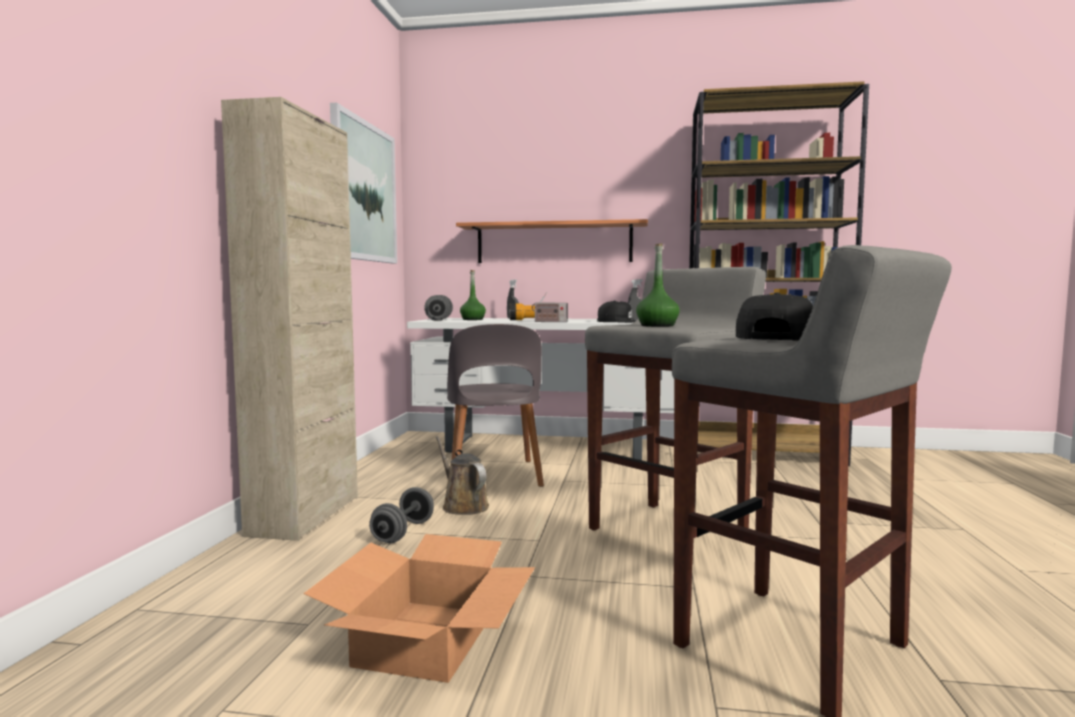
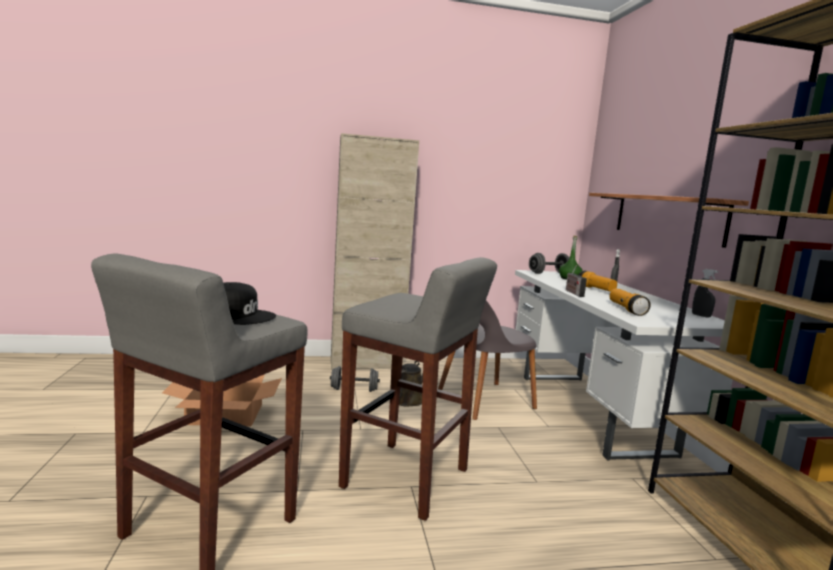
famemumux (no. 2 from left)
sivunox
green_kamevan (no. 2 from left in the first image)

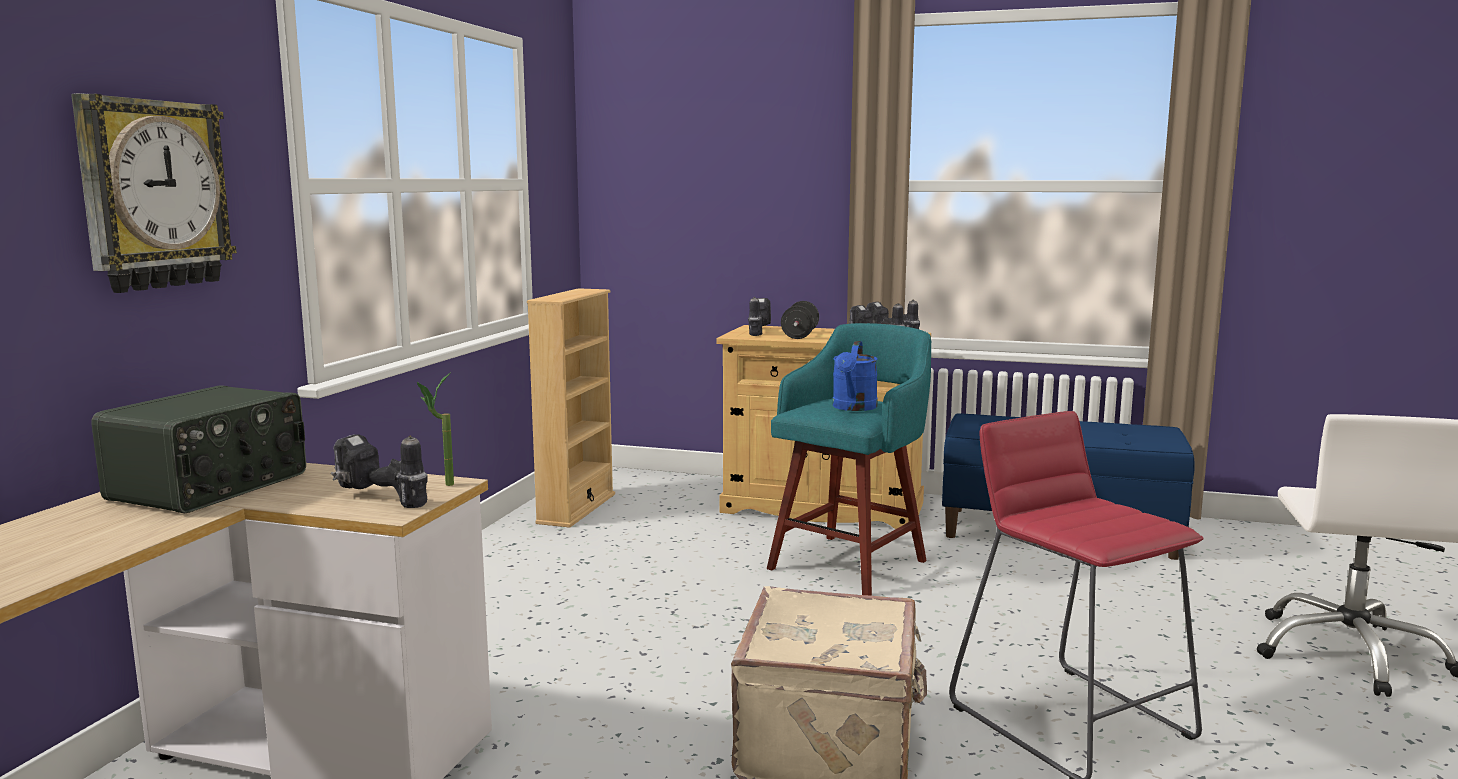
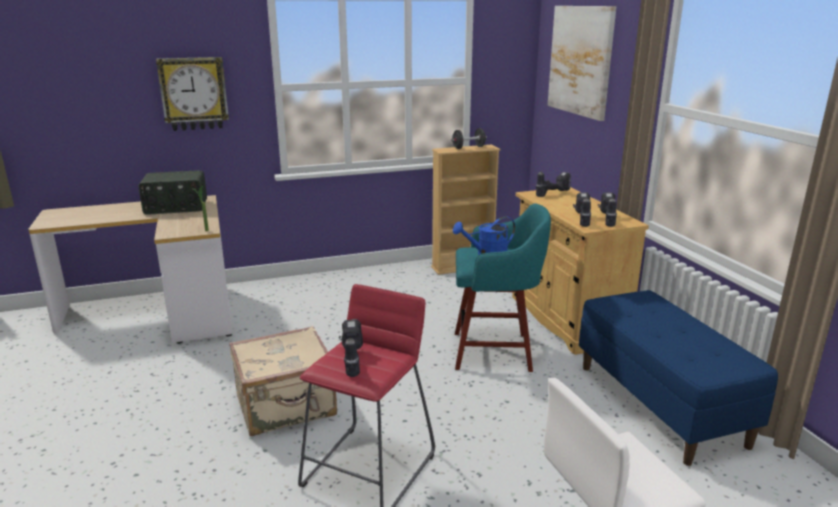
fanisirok (no. 1 from left)
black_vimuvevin
sivunox

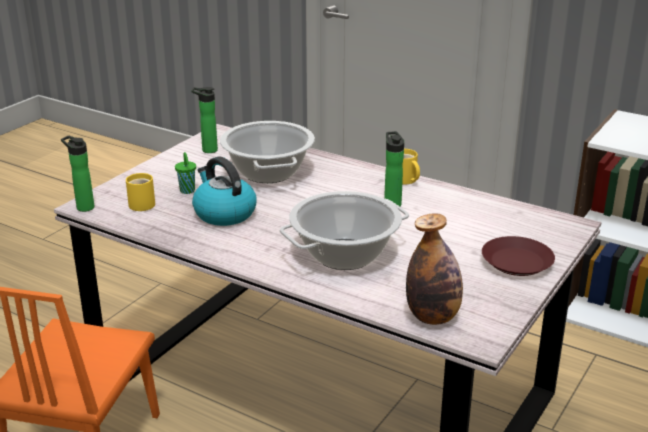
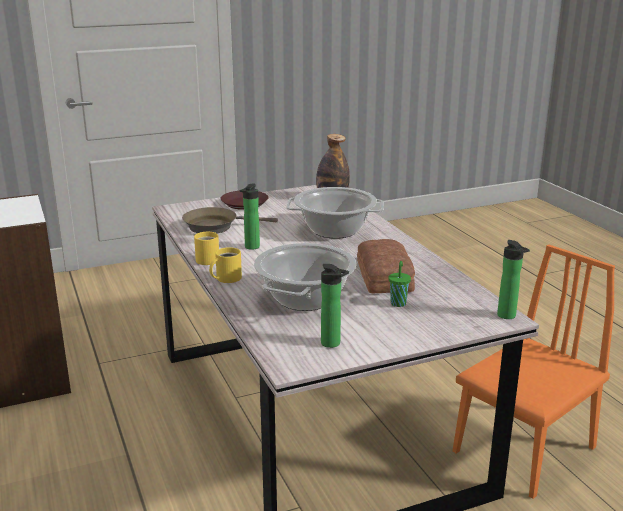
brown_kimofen
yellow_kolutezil (no. 2 from left)
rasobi

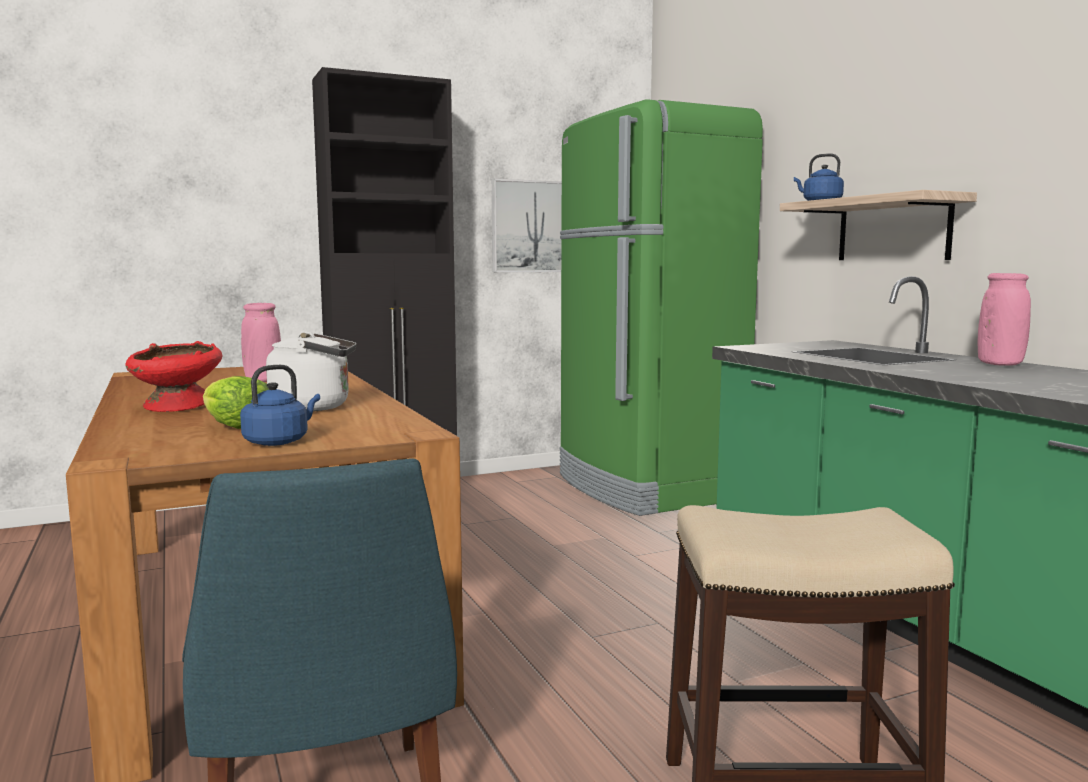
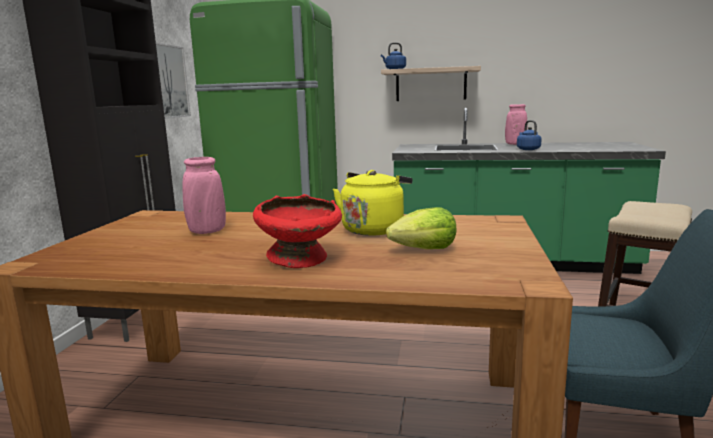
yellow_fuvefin
blue_fuvefin (no. 2 from left)

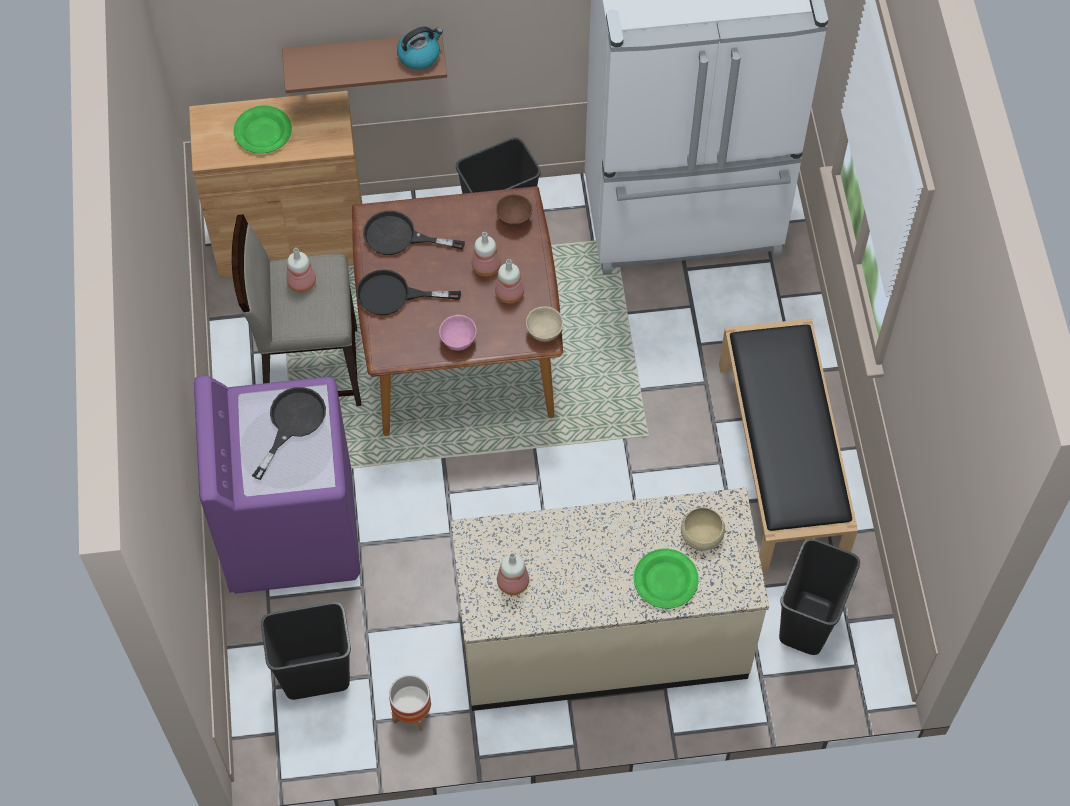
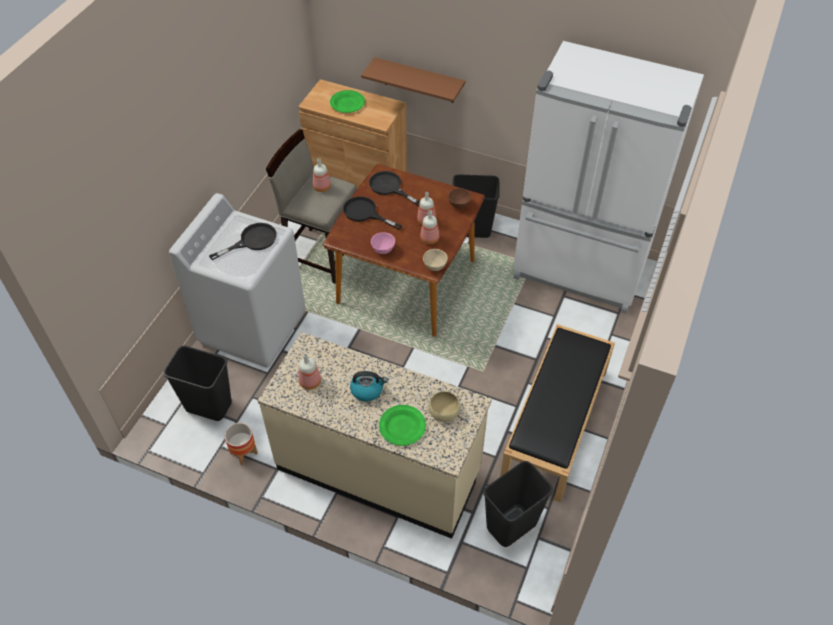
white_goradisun
fuvefin

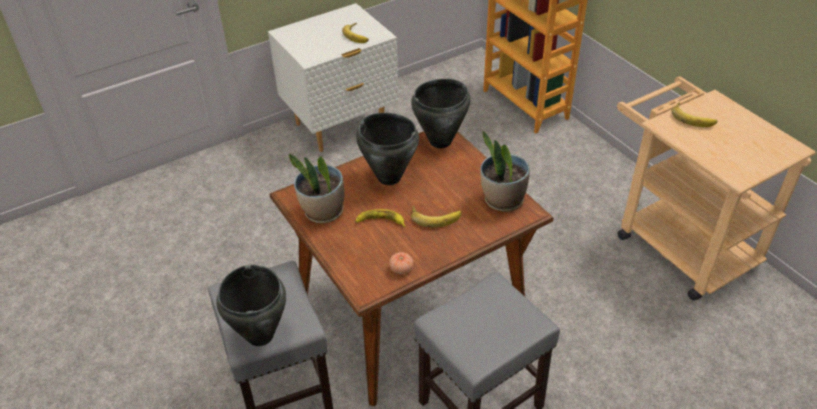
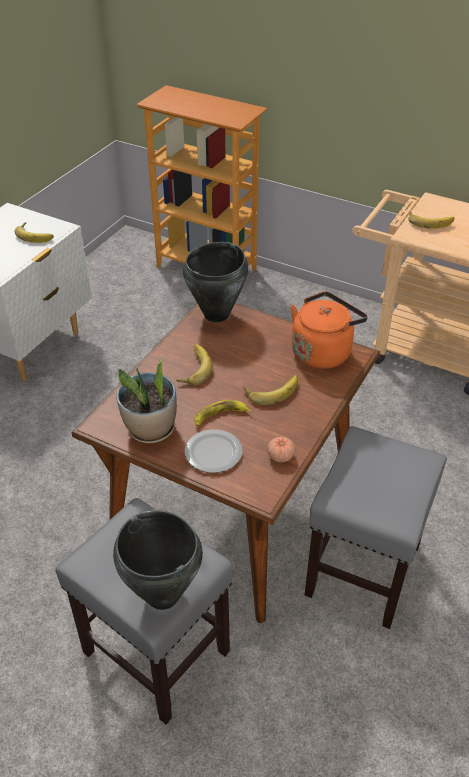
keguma (no. 2 from left)
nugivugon
orange_fuvefin

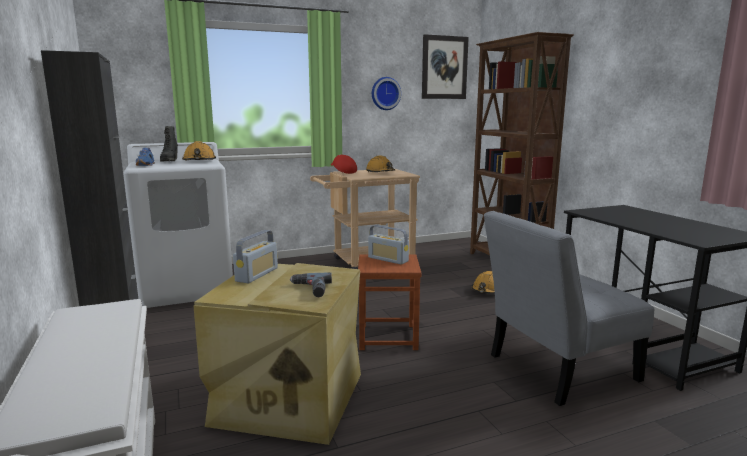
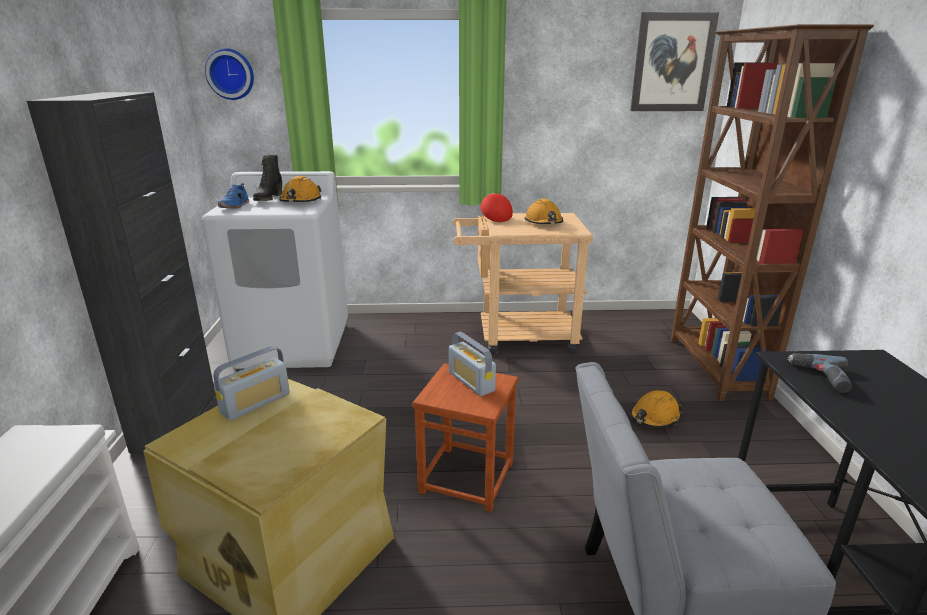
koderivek
fanisirok

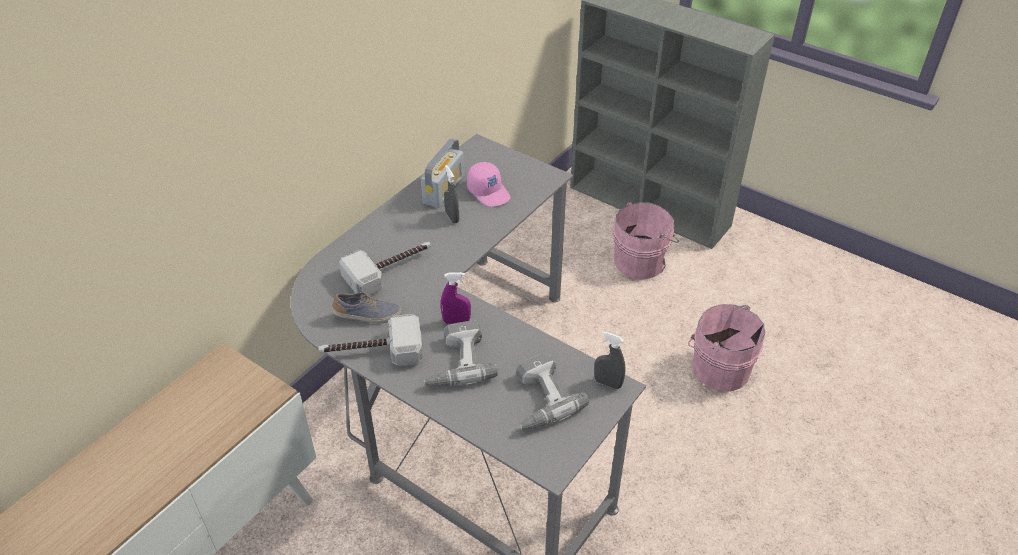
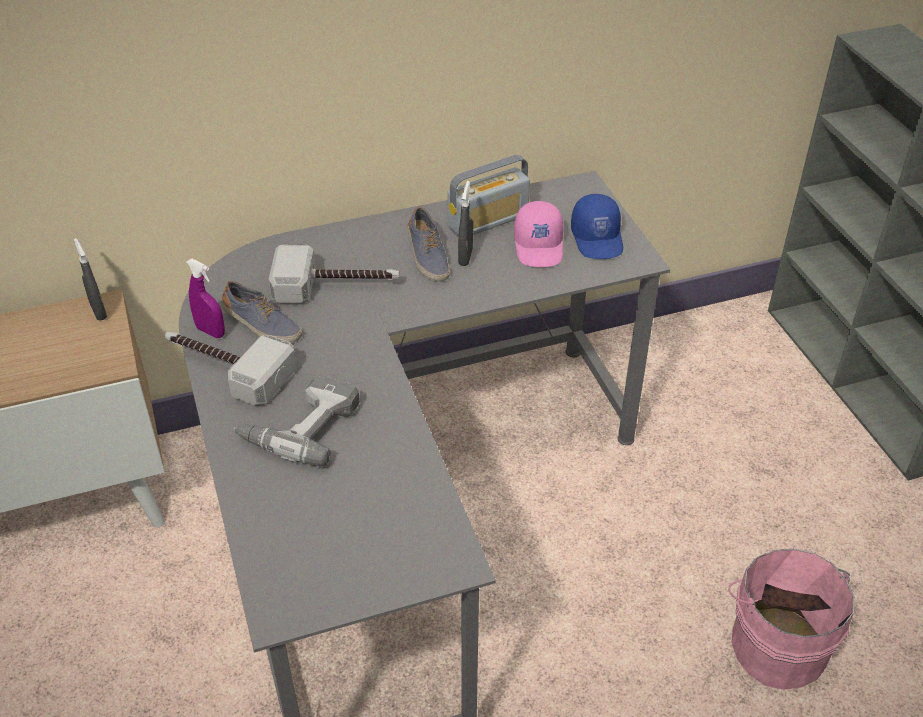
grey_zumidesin (no. 1 from left)
purple_zumidesin
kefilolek (no. 2 from left)
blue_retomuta
fanisirok (no. 2 from left in the first image)
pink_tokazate (no. 1 from left in the first image)

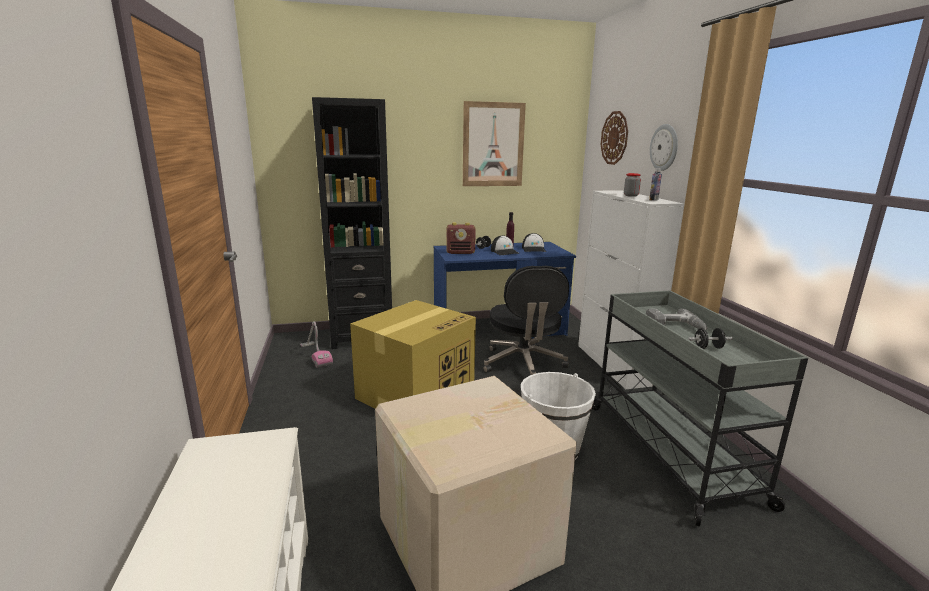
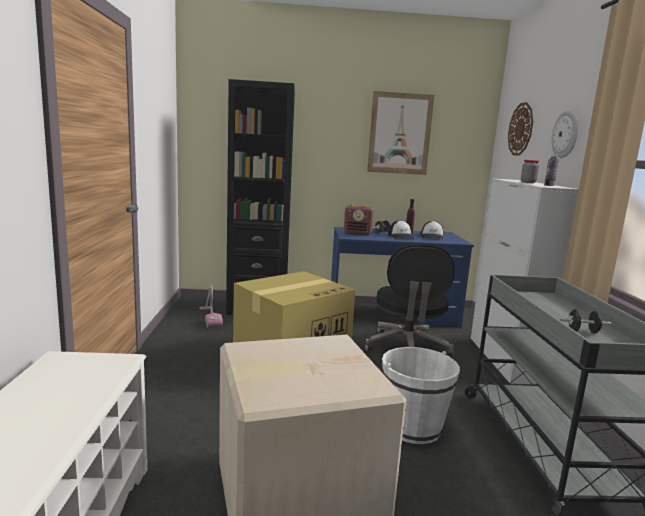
fanisirok

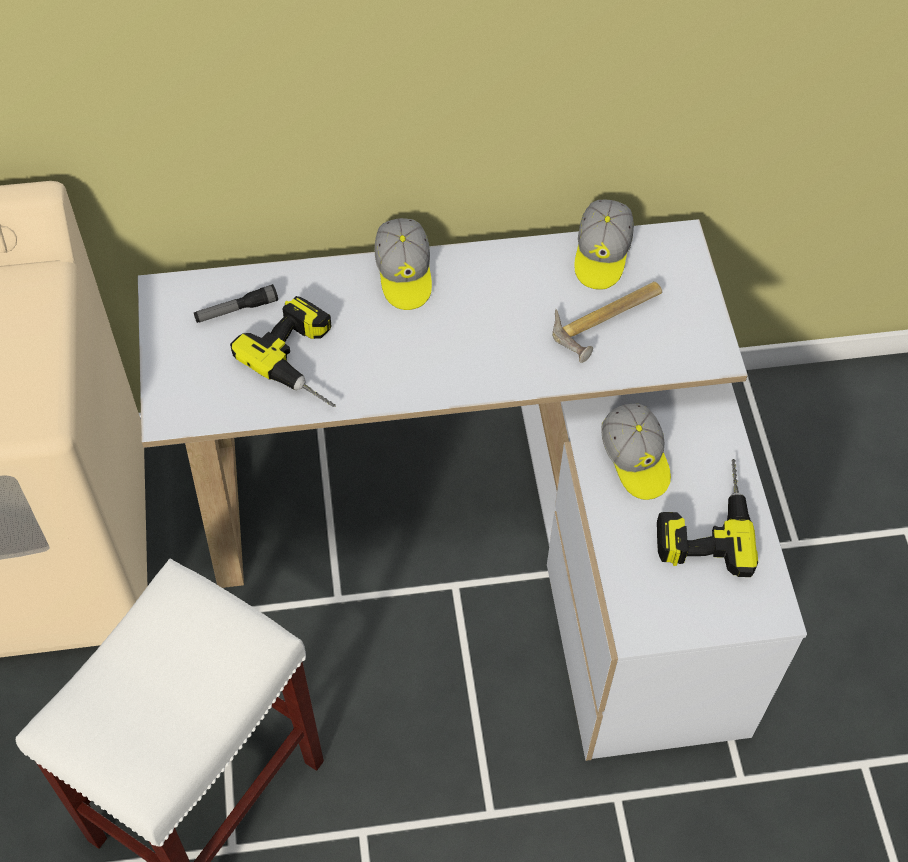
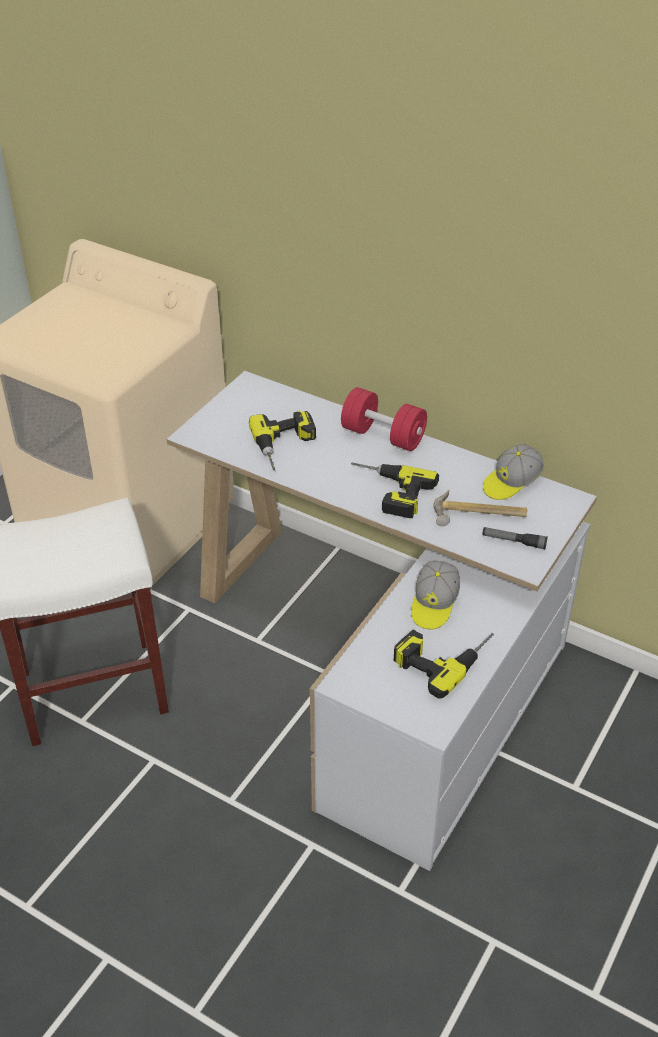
red_vimuvevin
fanisirok (no. 2 from left)
famemumux

